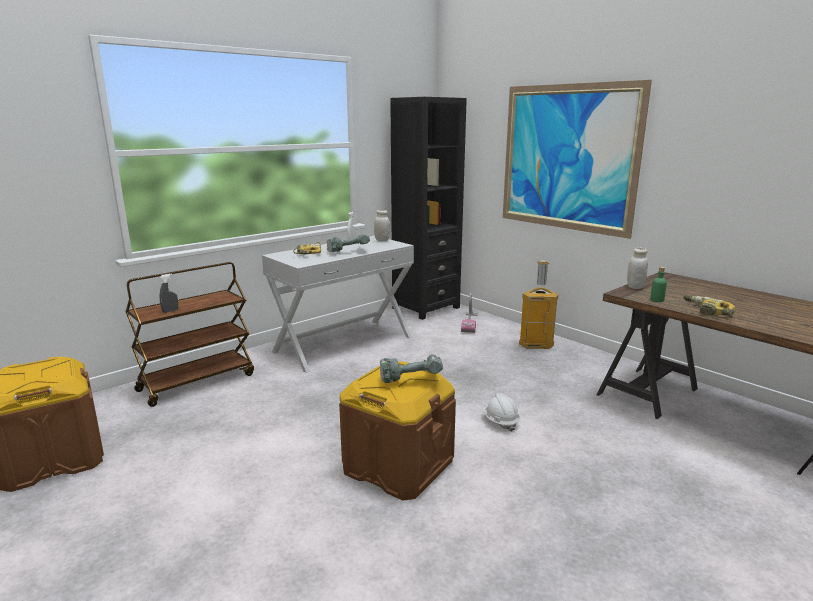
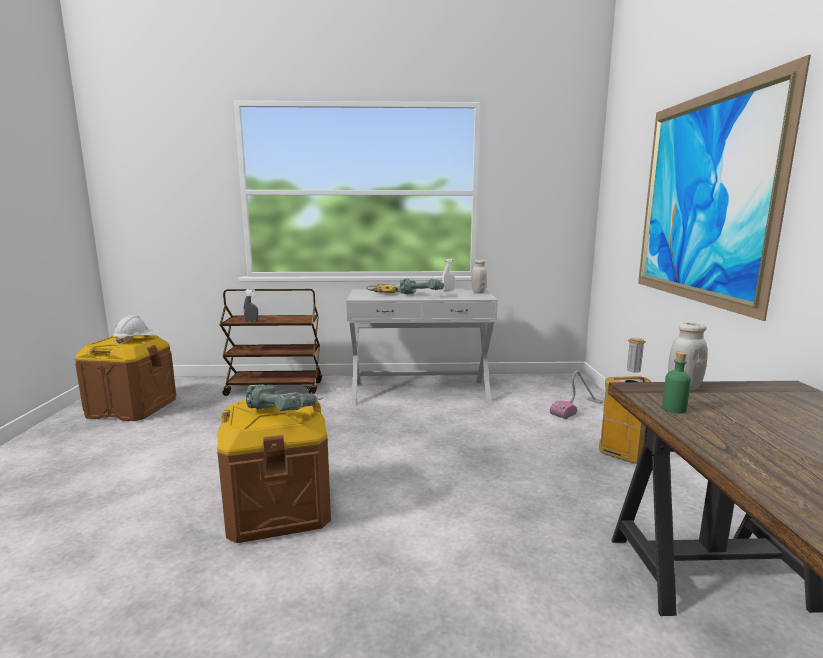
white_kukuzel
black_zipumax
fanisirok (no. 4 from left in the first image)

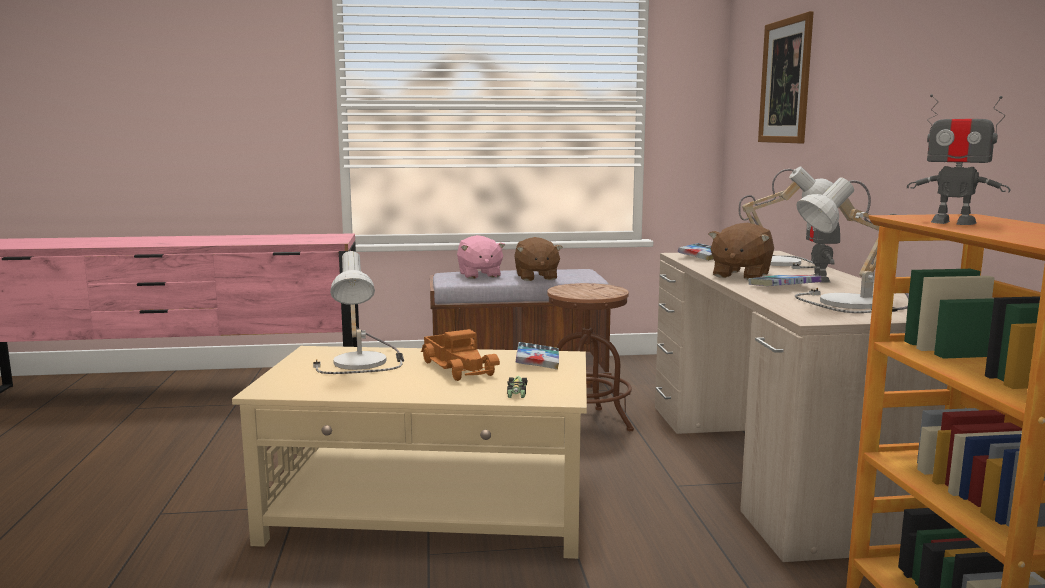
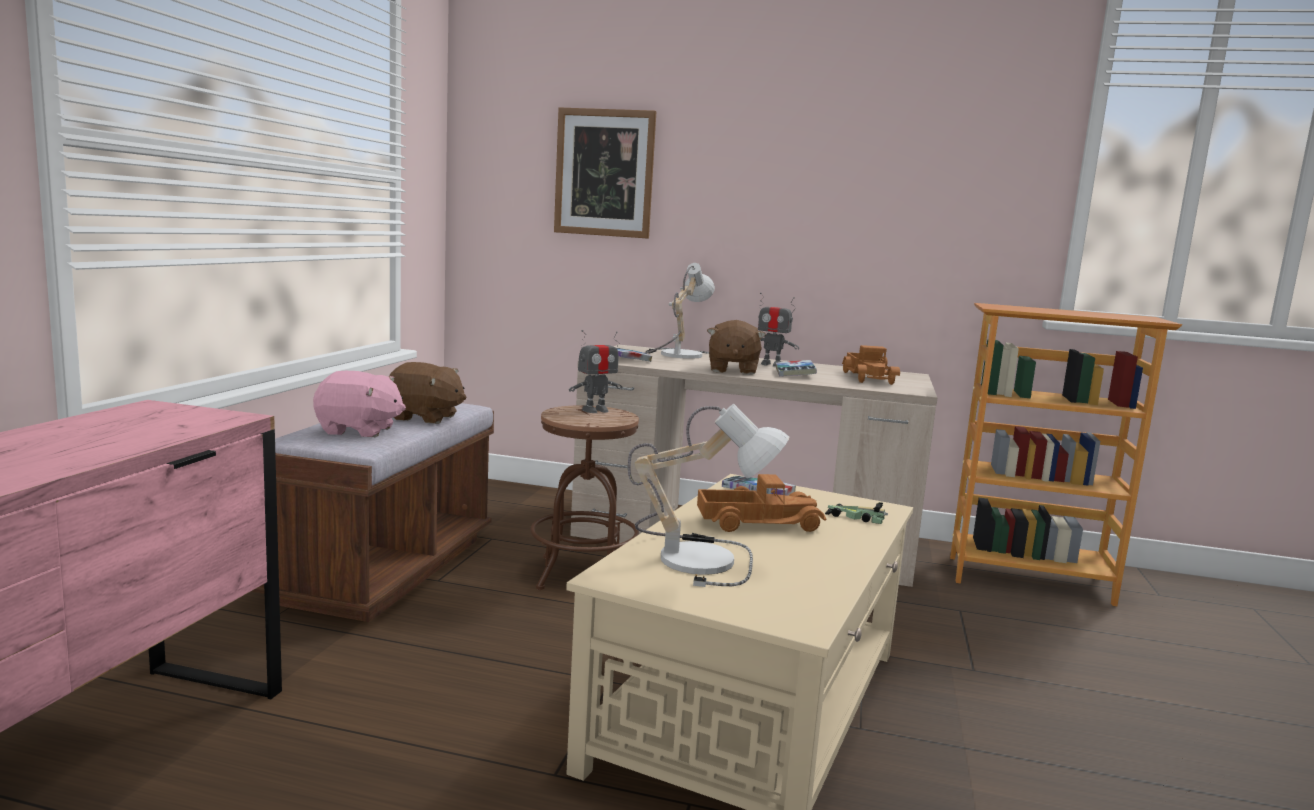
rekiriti (no. 1 from left)
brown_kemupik (no. 2 from left)
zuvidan (no. 2 from left)

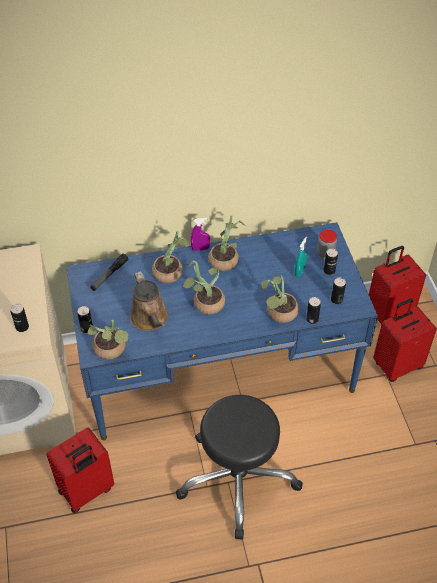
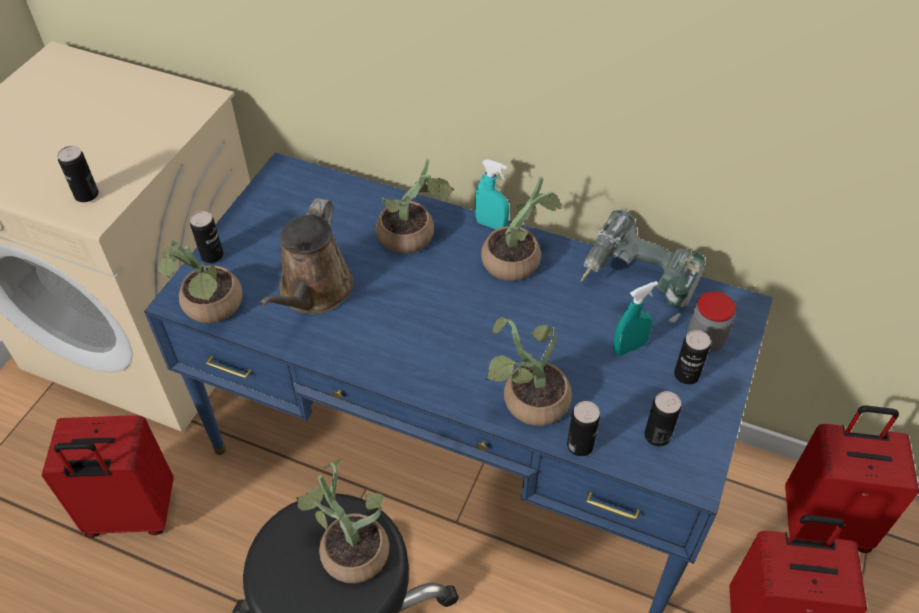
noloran (no. 2 from left)
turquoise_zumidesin (no. 1 from left)
fanisirok
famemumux

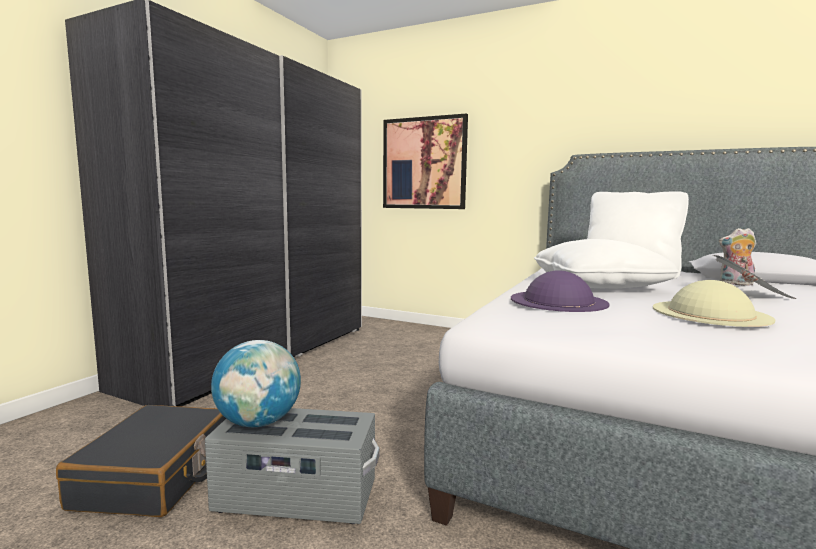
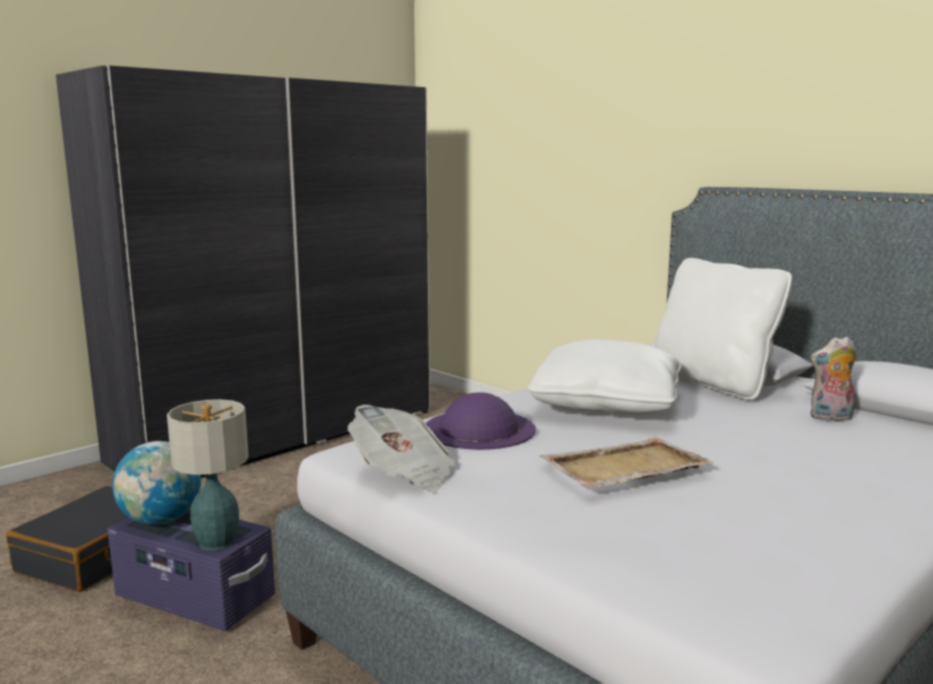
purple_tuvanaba
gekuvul
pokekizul
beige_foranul
kemupik
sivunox

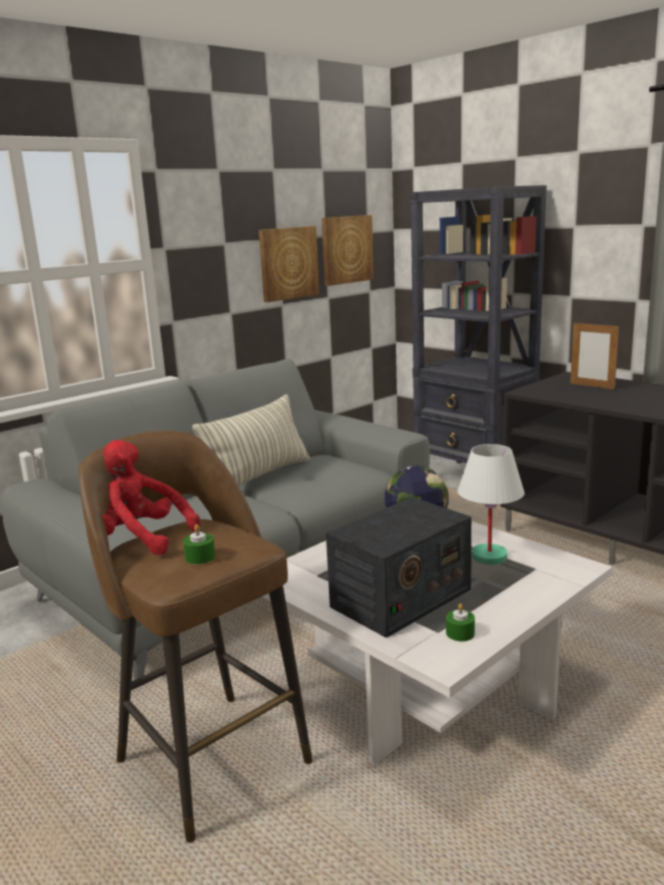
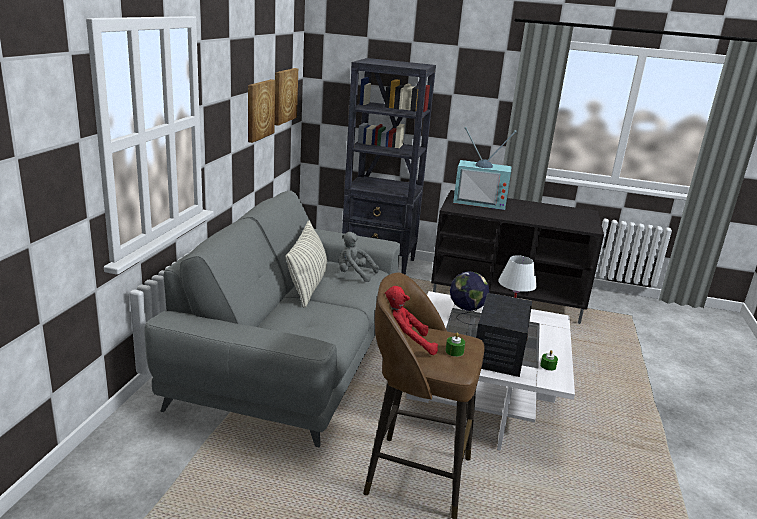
grey_kemupik
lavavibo

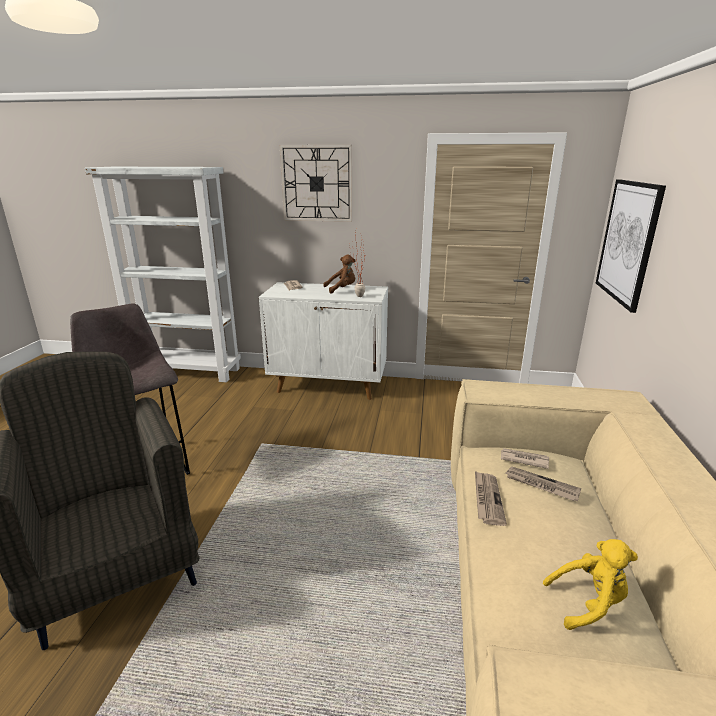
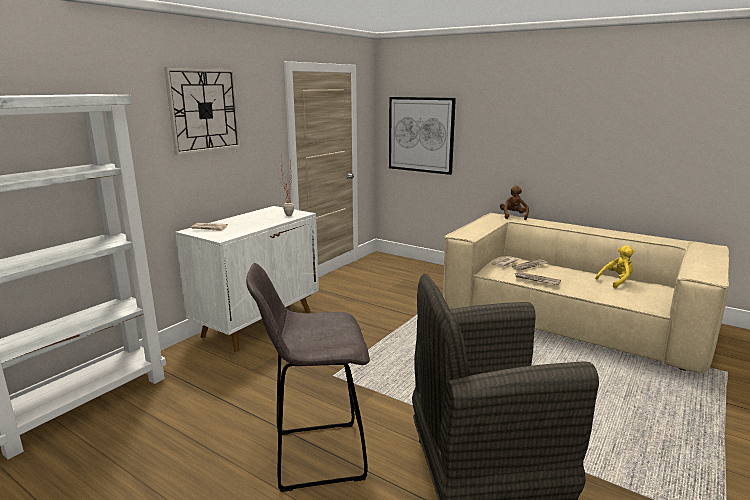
brown_kemupik
yellow_kemupik

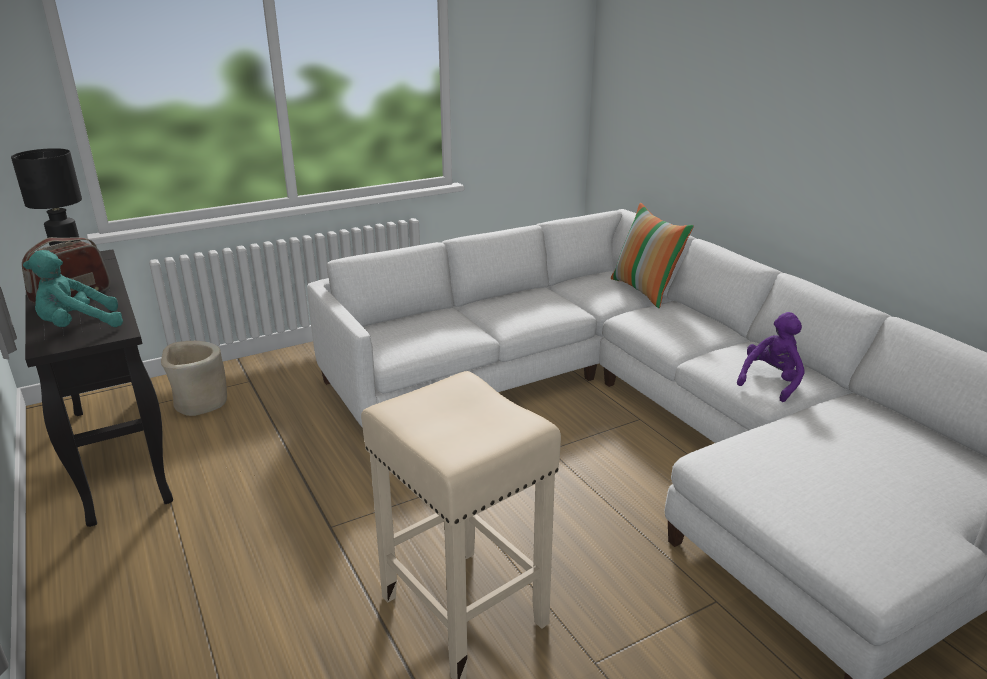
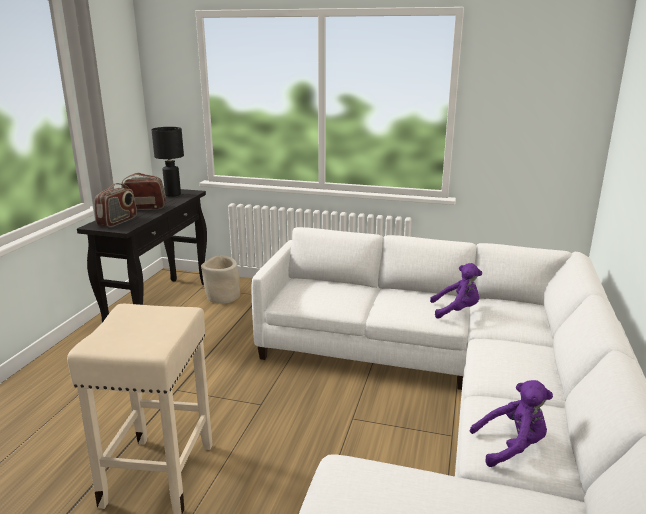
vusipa (no. 1 from left)
purple_kemupik (no. 1 from left)
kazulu

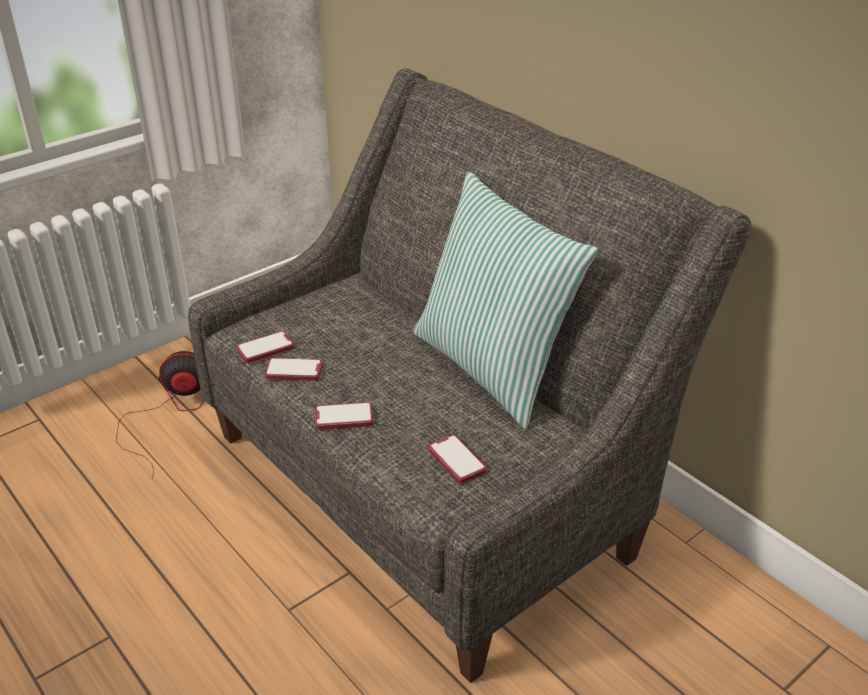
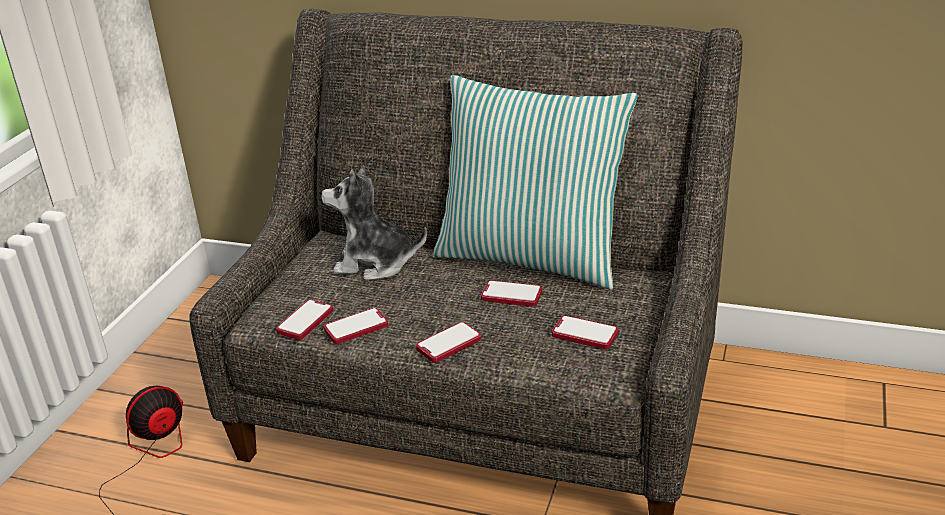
kemupik
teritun (no. 4 from left)

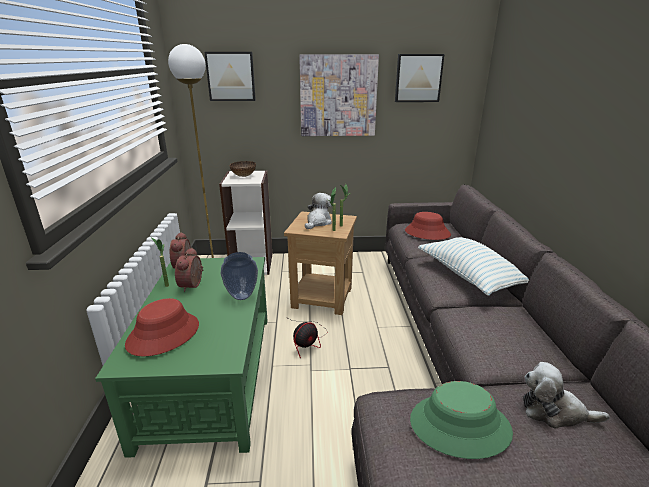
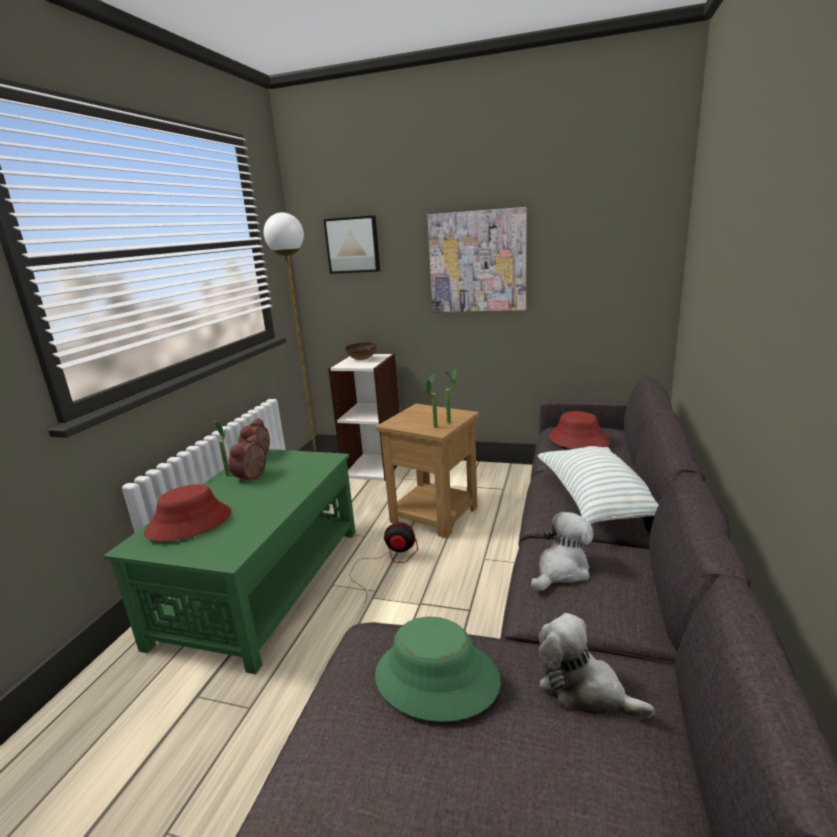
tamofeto
kemupik (no. 1 from left)
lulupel
sivunox (no. 3 from left in the first image)

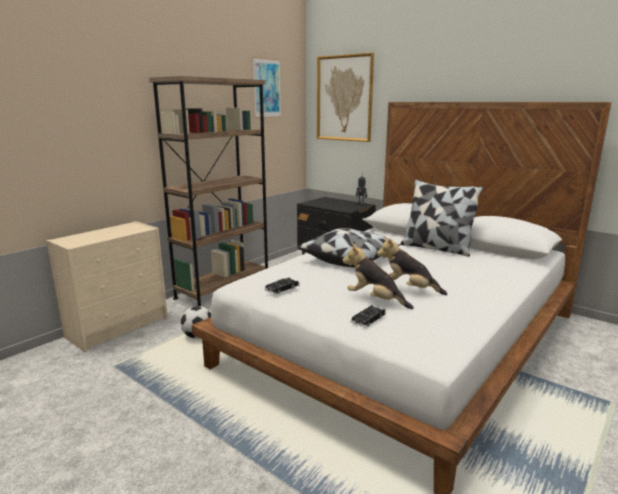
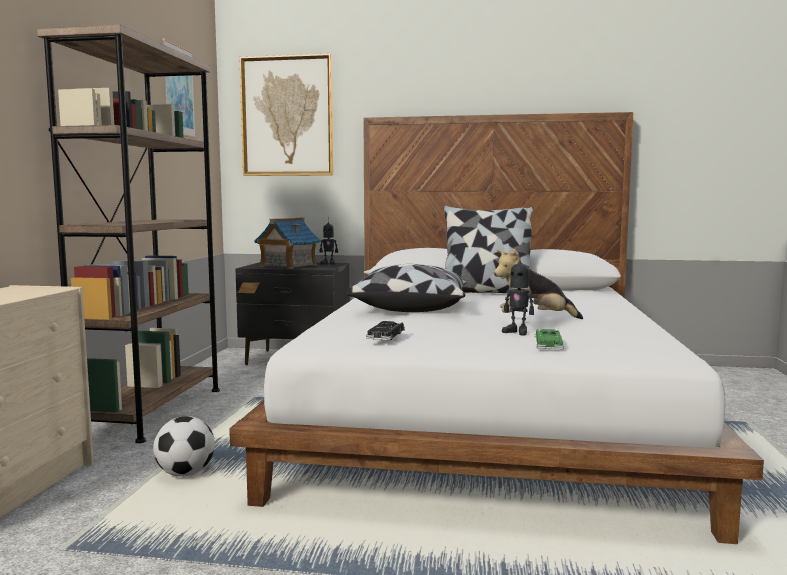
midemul
rekiriti (no. 2 from left)
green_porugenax

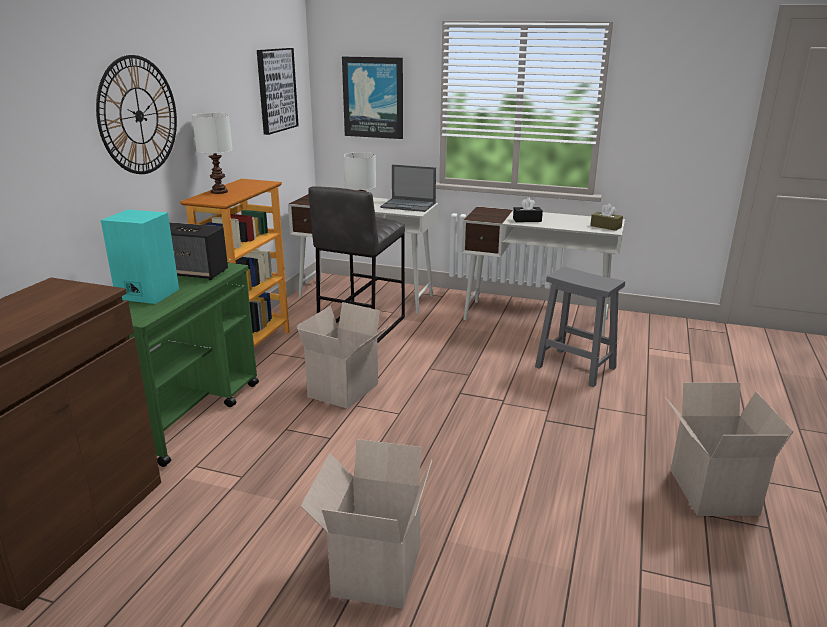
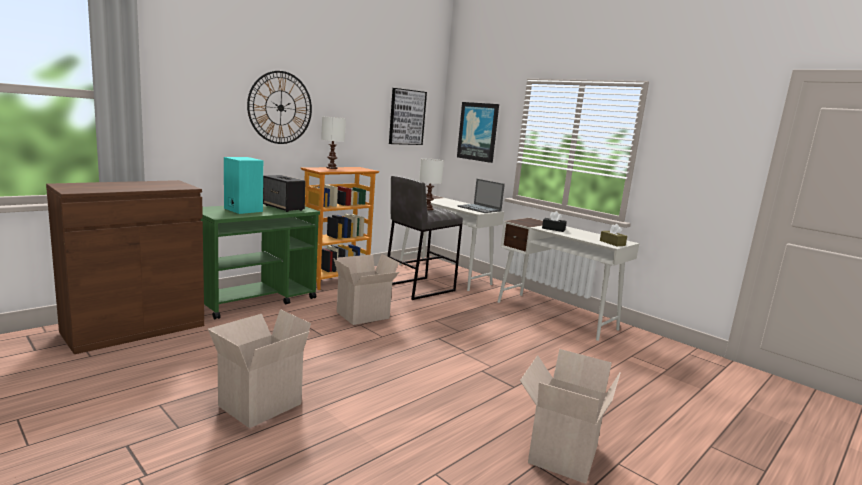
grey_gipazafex (no. 2 from left in the first image)

